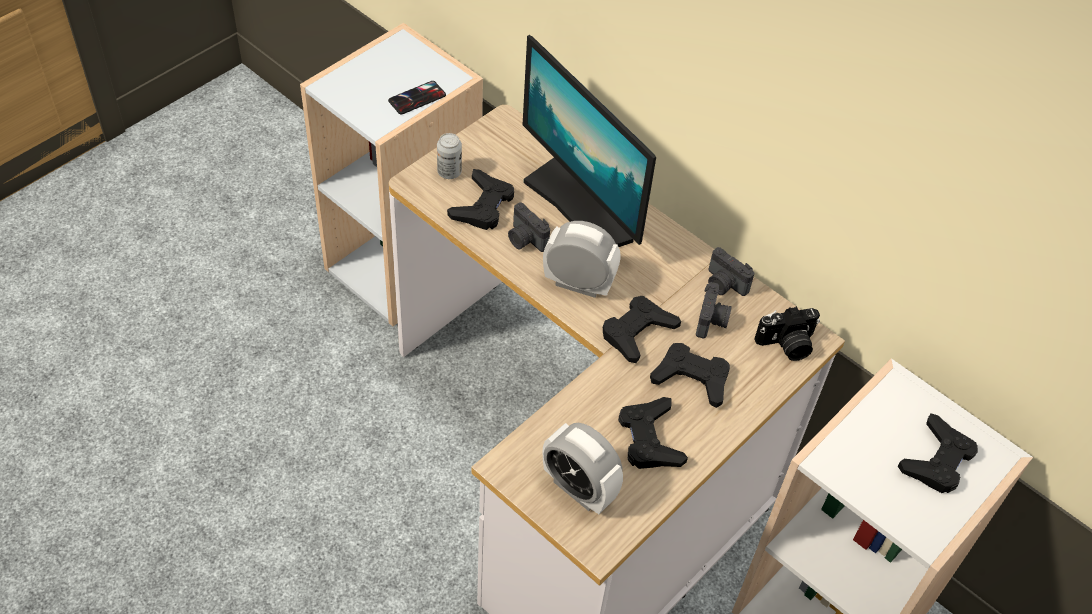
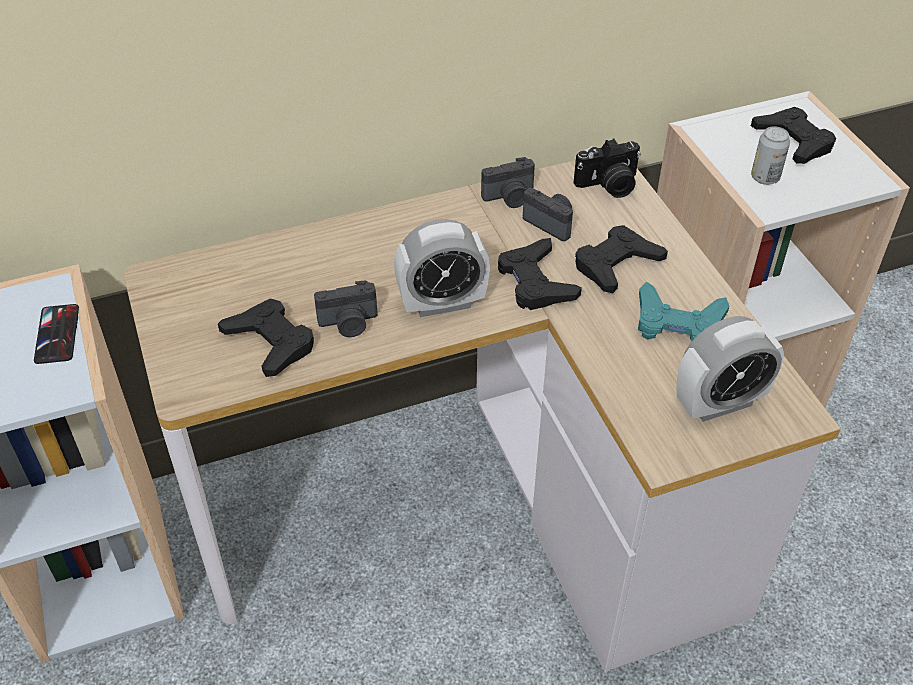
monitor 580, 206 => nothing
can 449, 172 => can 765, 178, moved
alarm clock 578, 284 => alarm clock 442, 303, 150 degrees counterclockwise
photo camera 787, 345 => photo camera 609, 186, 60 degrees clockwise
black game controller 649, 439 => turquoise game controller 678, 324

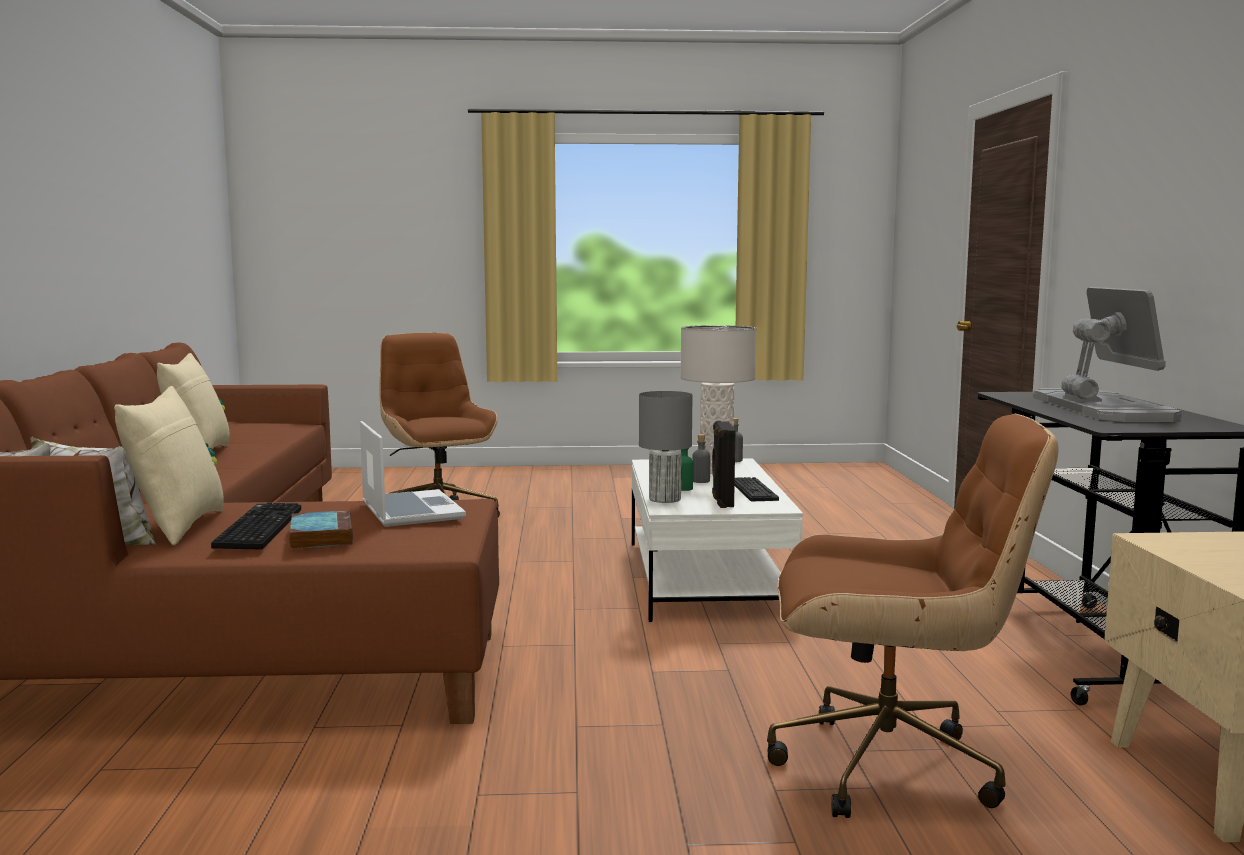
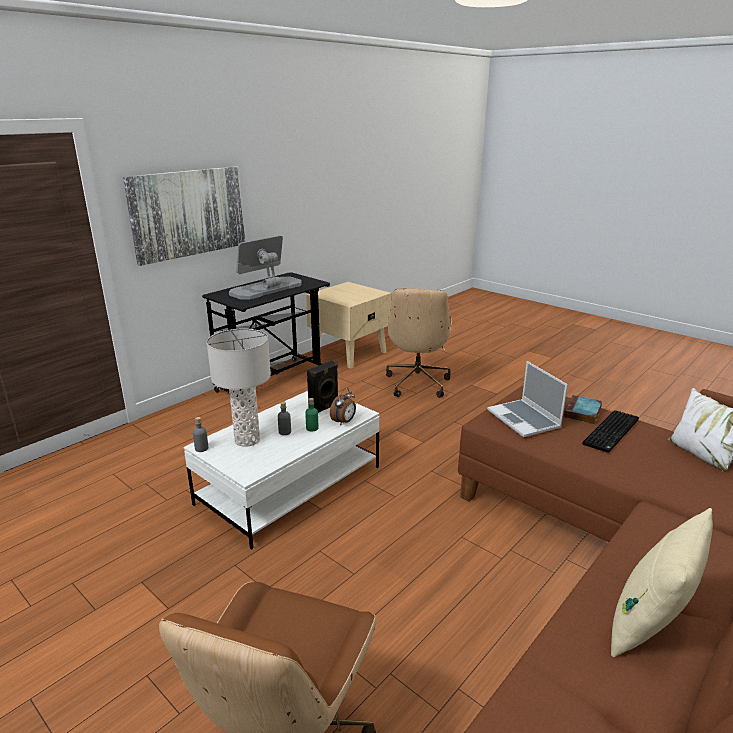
beige pillow 178, 528 => nothing
grey table lamp 665, 499 => alarm clock 344, 422
brown office chair 893, 769 => brown office chair 417, 385, 135 degrees counterclockwise
laptop 409, 511 => laptop 524, 419, 45 degrees counterclockwise
keyboard 753, 491 => nothing
nothing => picture 188, 213

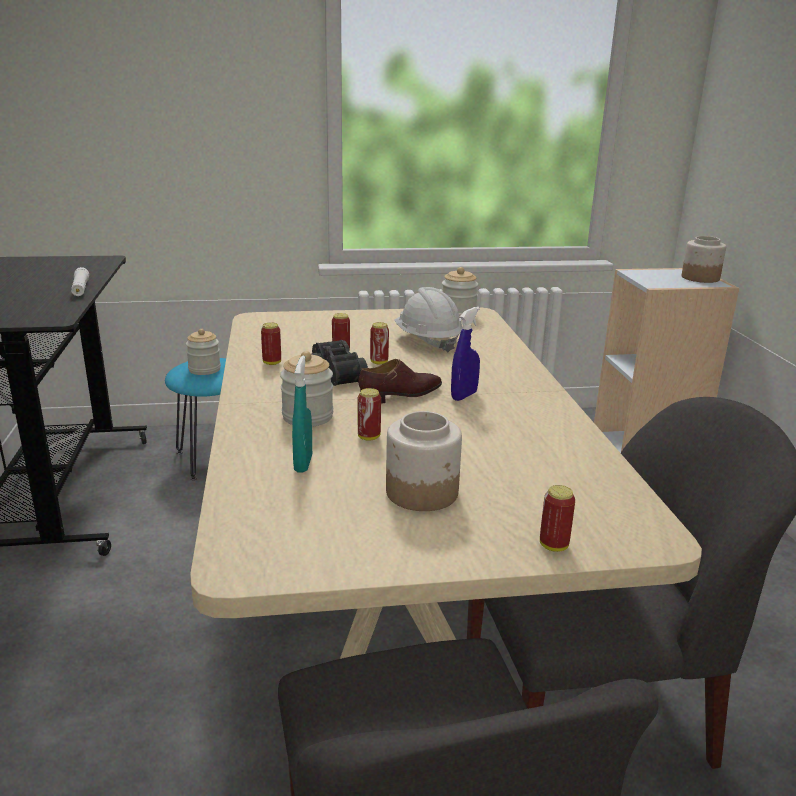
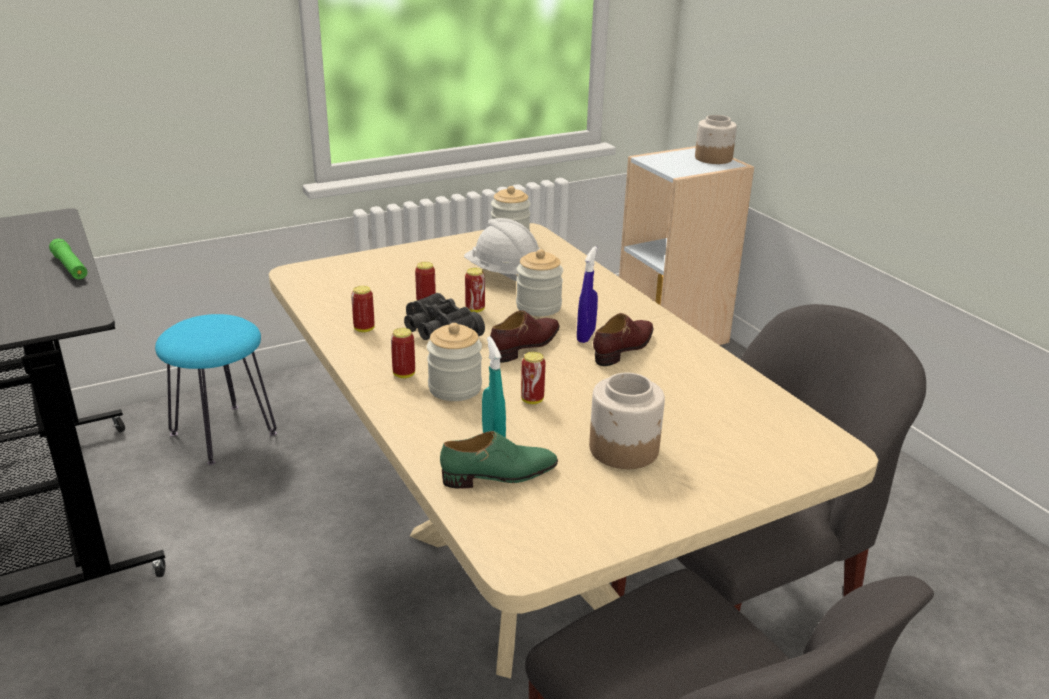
white flashlight 80, 289 => green flashlight 70, 267
jar 204, 369 => jar 538, 307, moved
can 553, 546 => can 404, 374, moved
nothing => brown shoe 624, 348
nothing => green shoe 500, 475

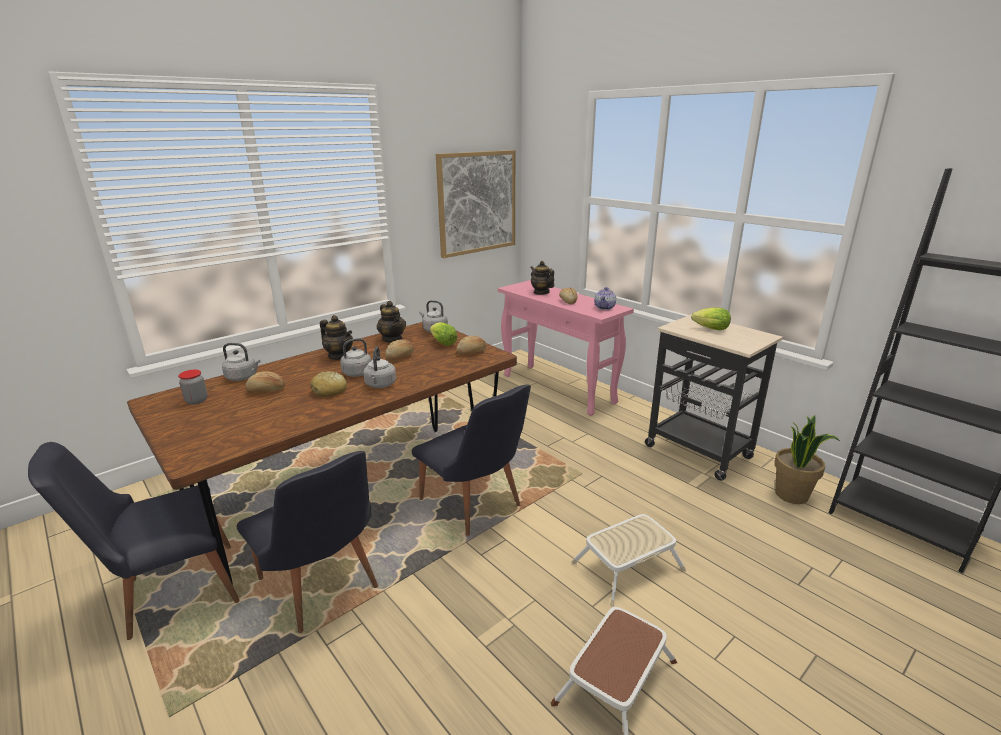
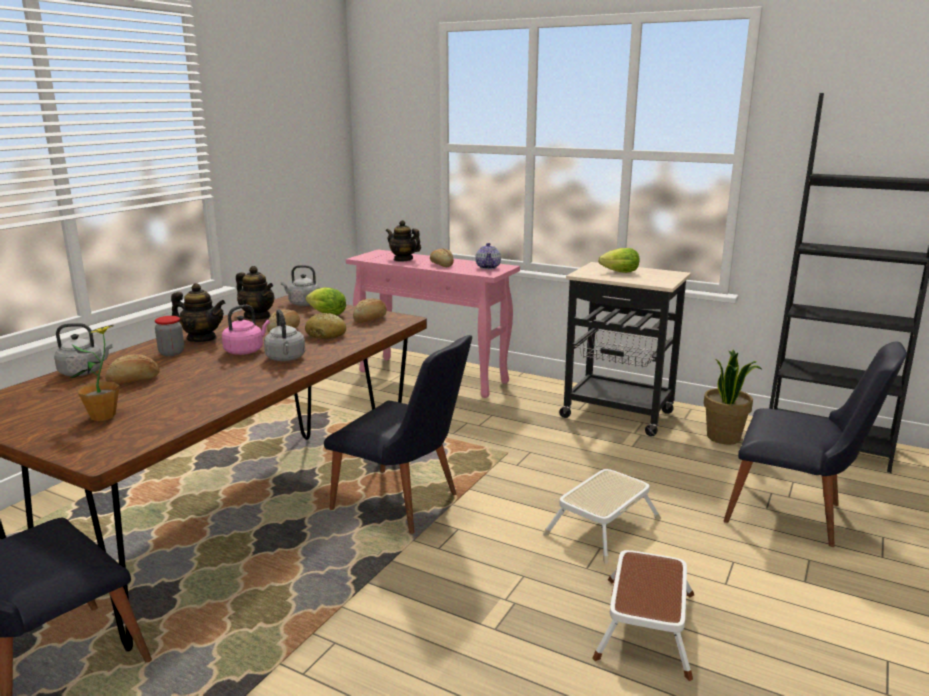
picture 477, 202 => nothing
grey kettle 359, 373 => pink kettle 246, 351
jar 196, 401 => jar 171, 353, moved
bread 330, 391 => bread 326, 335, moved
black chair 323, 590 => black chair 796, 516, moved
nothing => potted plant 103, 416

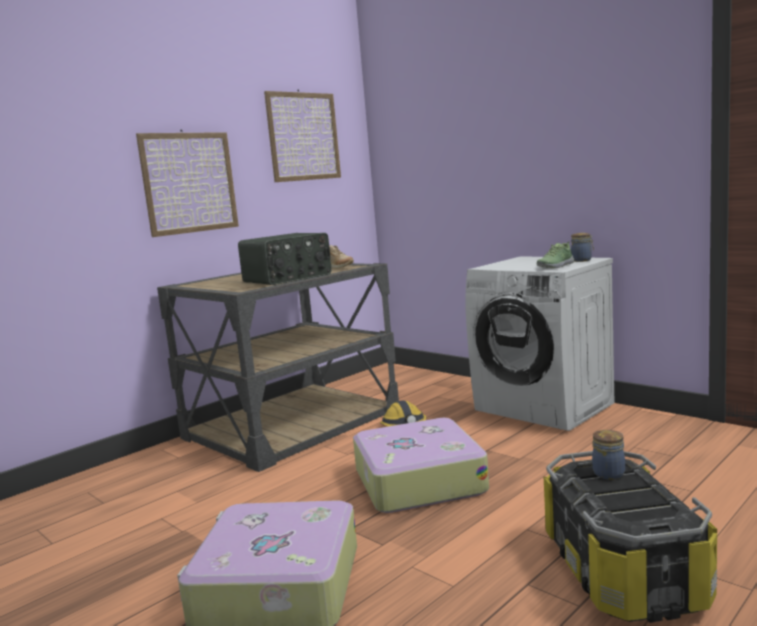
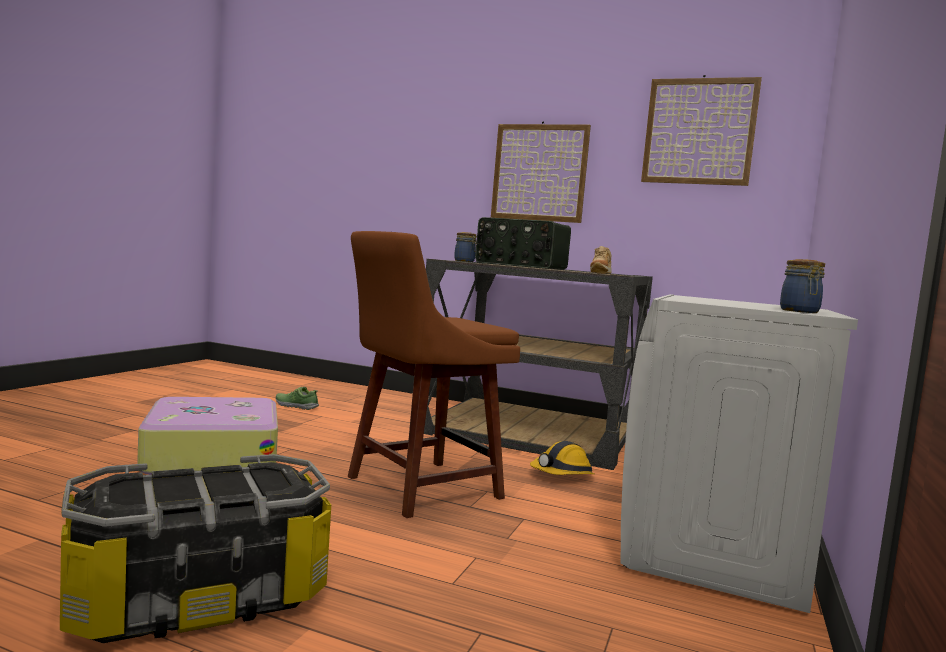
shoe 555, 266 => shoe 296, 406, moved
suitcase 417, 481 => brown stool 417, 488
jar 610, 473 => jar 465, 261, moved

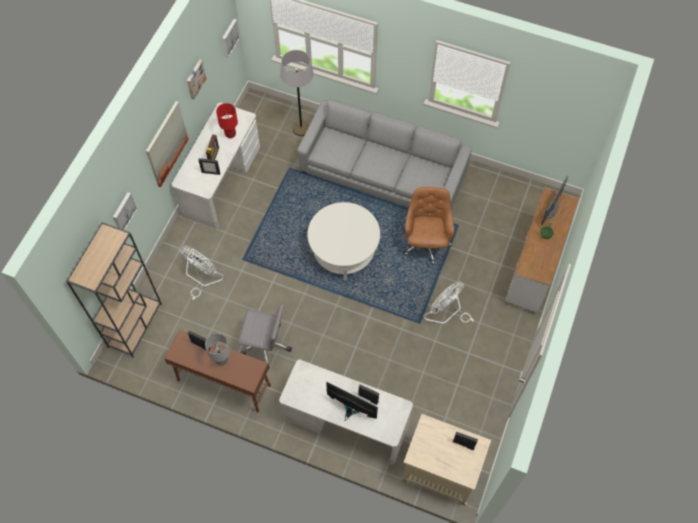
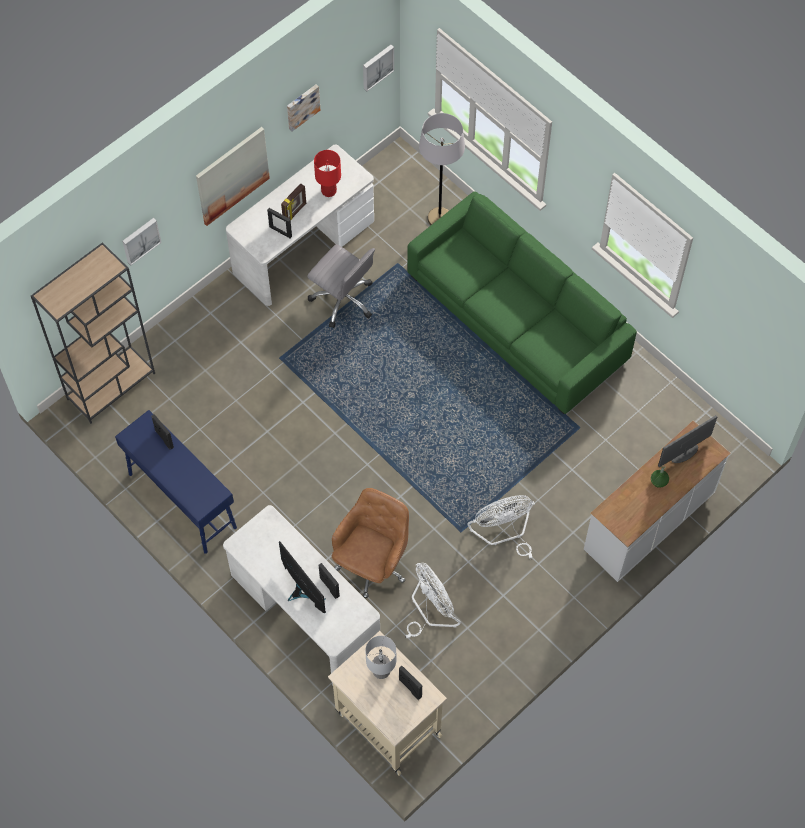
grey sofa 383, 172 => green sofa 517, 318
brown office chair 426, 243 => brown office chair 372, 565, moved
white coffee table 344, 250 => nothing
white fan 200, 276 => white fan 429, 609, moved
grey office chair 265, 345 => grey office chair 343, 300, moved
brown console table 224, 382 => blue console table 183, 500
grey table lamp 221, 360 => grey table lamp 381, 671, moved

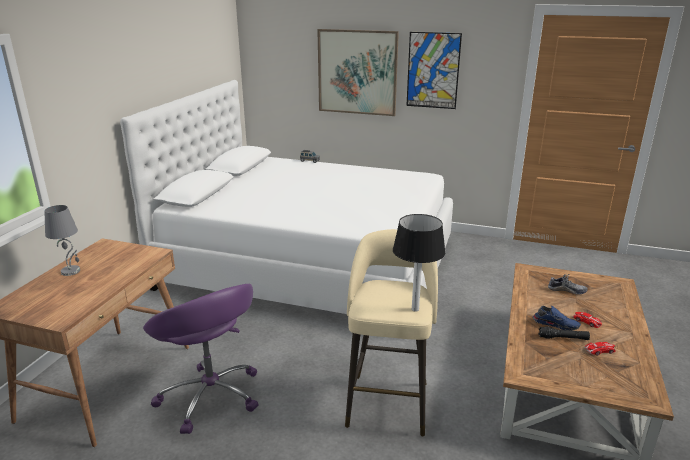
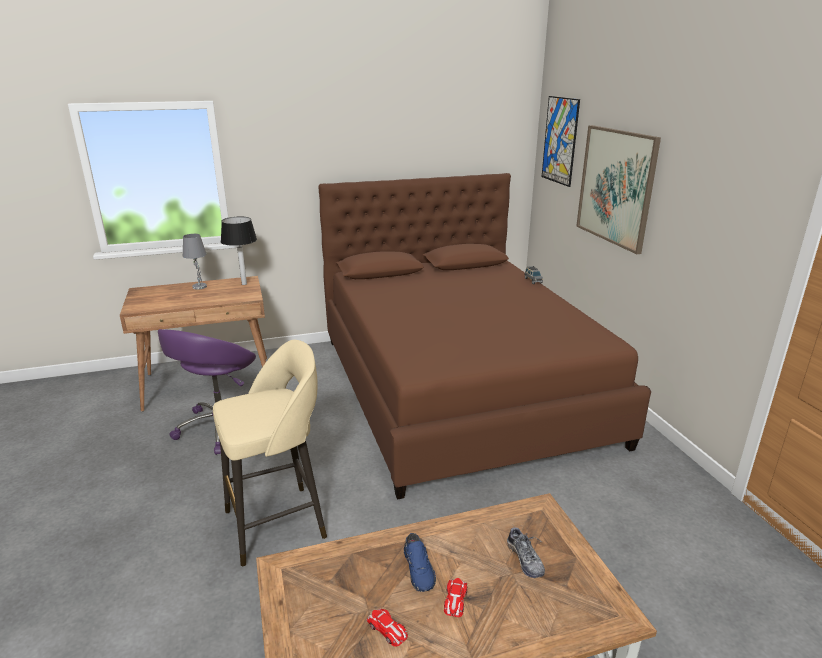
picture 433, 70 => picture 560, 140, moved
white bed 310, 264 => brown bed 459, 387
table lamp 415, 309 => table lamp 244, 284, moved
black flashlight 563, 338 => nothing

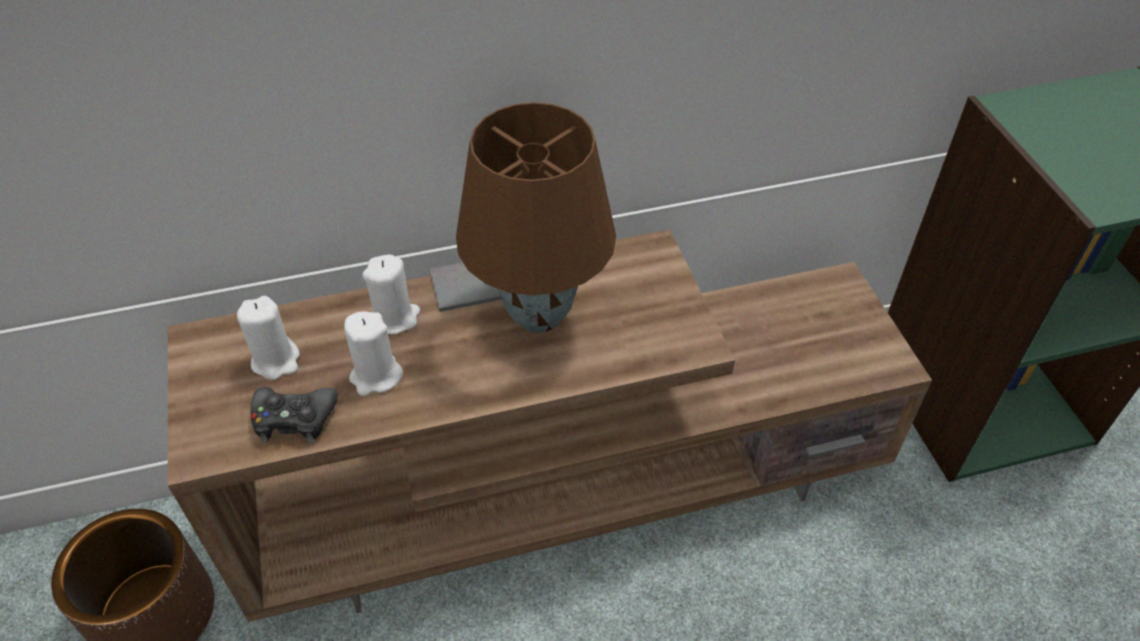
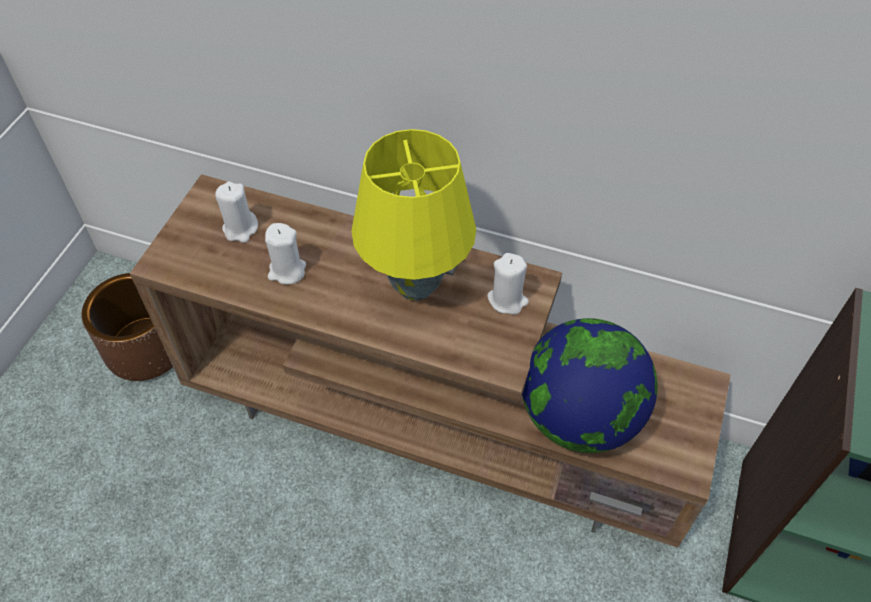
brown table lamp 537, 316 => yellow table lamp 414, 286
white candle 395, 318 => white candle 507, 300, moved
black game controller 294, 419 => nothing
nothing => globe 579, 417

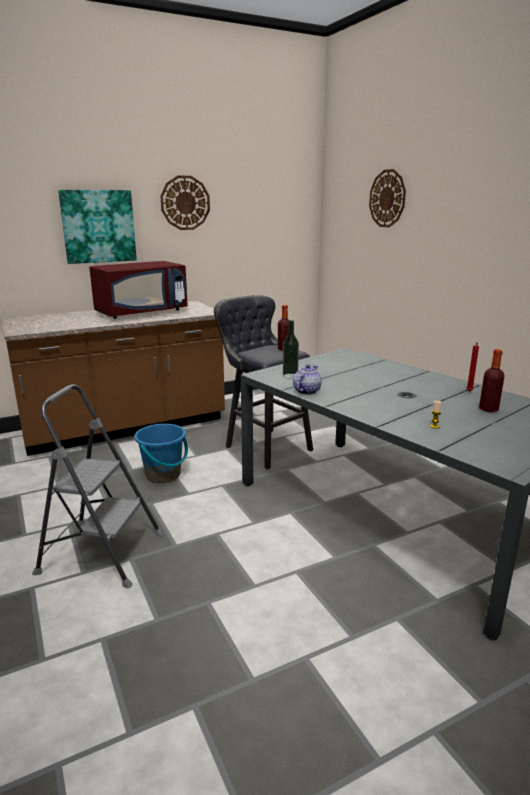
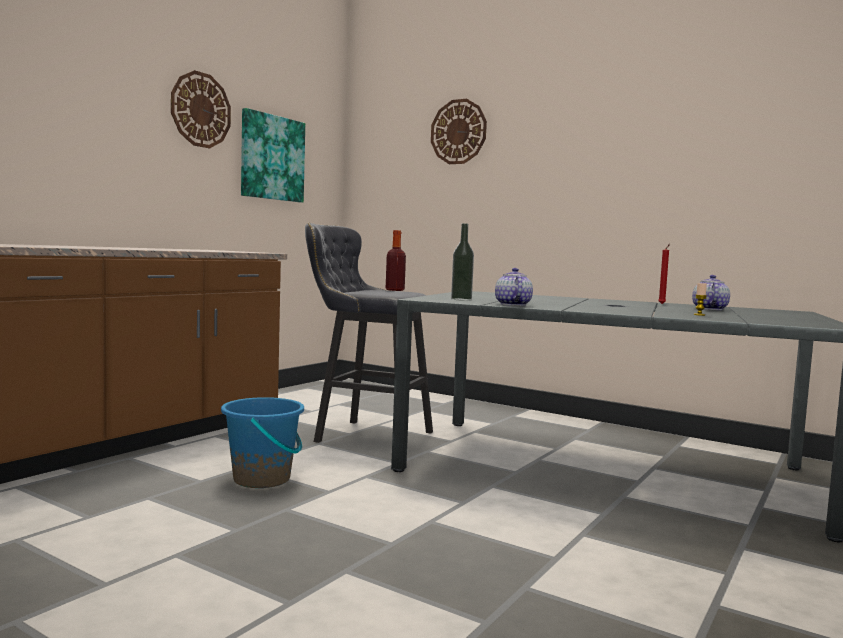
picture 98, 226 => picture 272, 158, moved
red microwave 142, 312 => nothing
bottle 488, 409 => teapot 708, 309
grey step ladder 98, 551 => nothing

